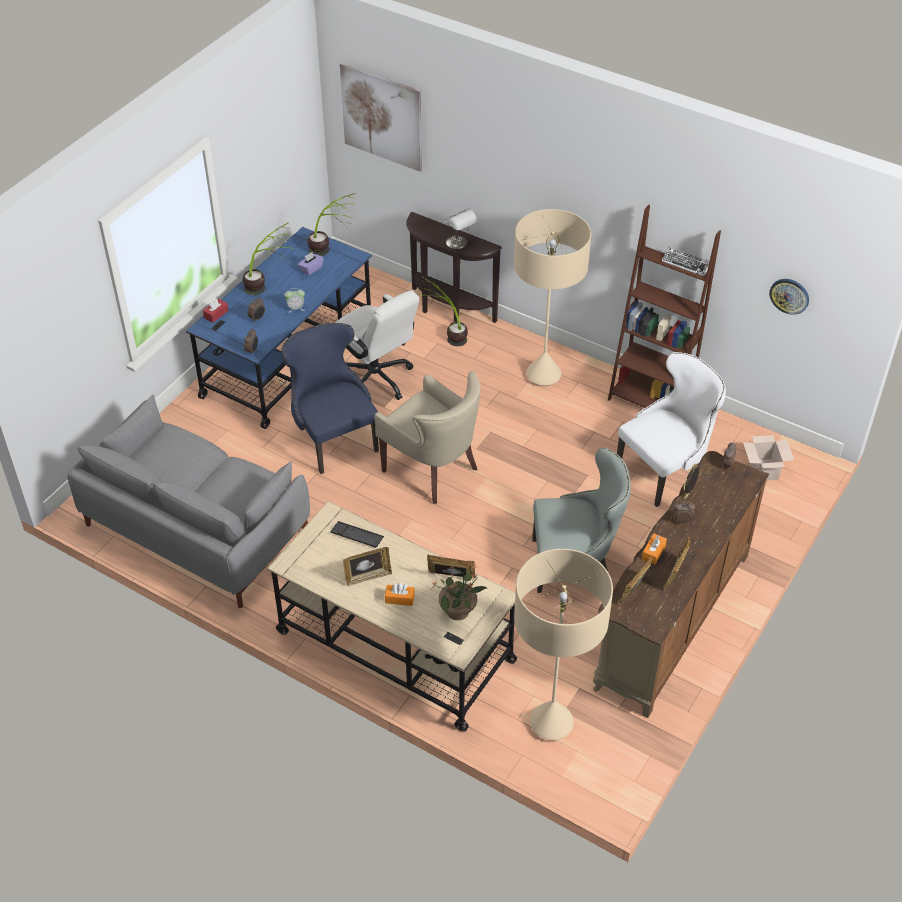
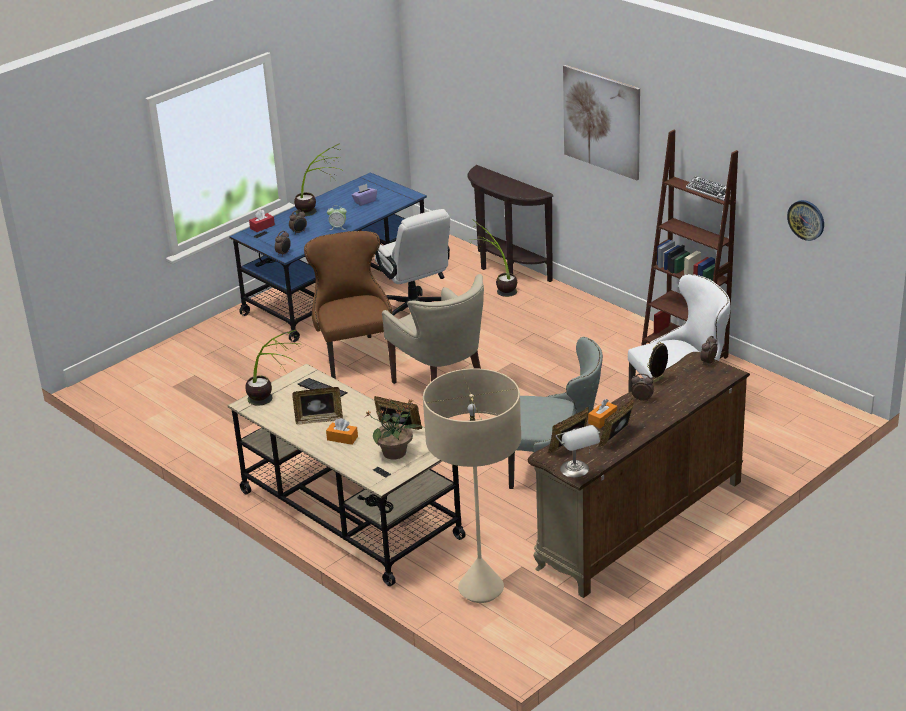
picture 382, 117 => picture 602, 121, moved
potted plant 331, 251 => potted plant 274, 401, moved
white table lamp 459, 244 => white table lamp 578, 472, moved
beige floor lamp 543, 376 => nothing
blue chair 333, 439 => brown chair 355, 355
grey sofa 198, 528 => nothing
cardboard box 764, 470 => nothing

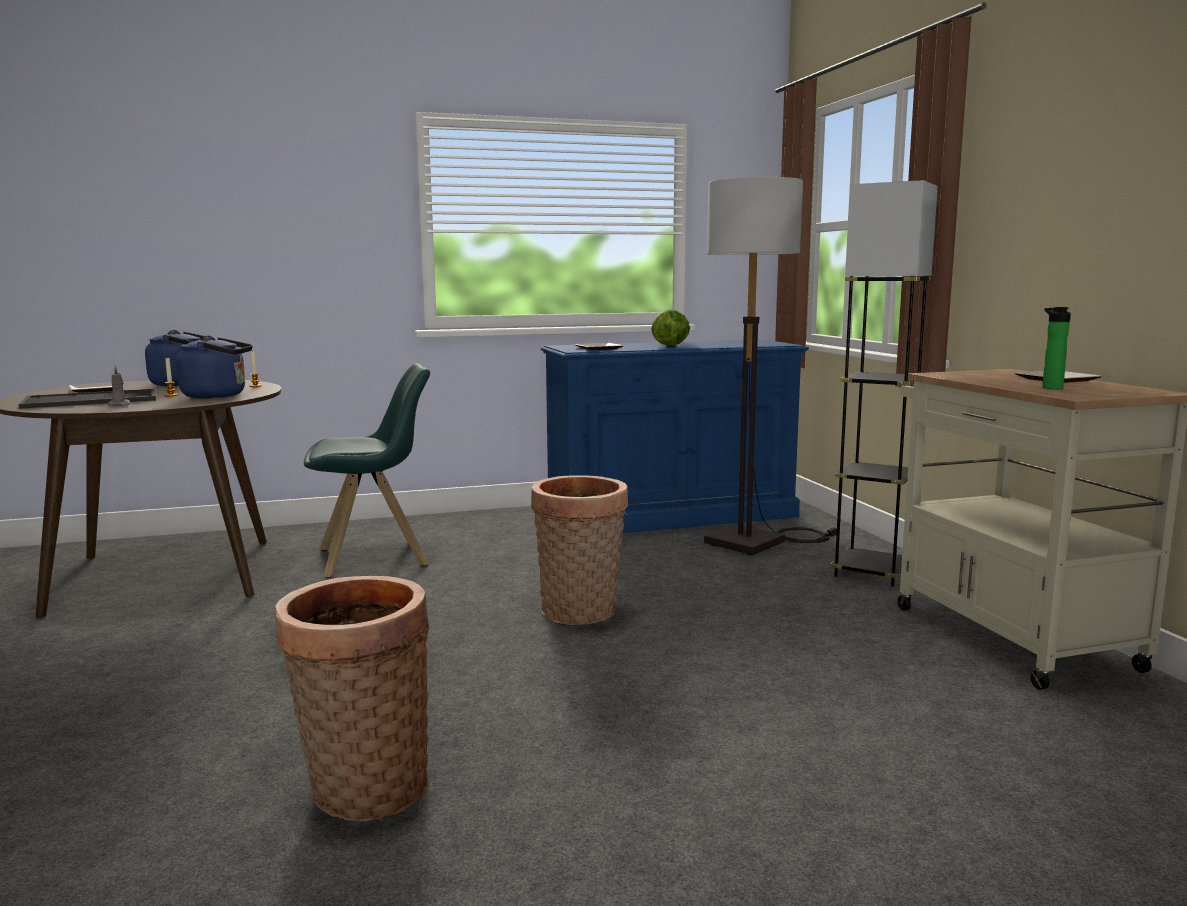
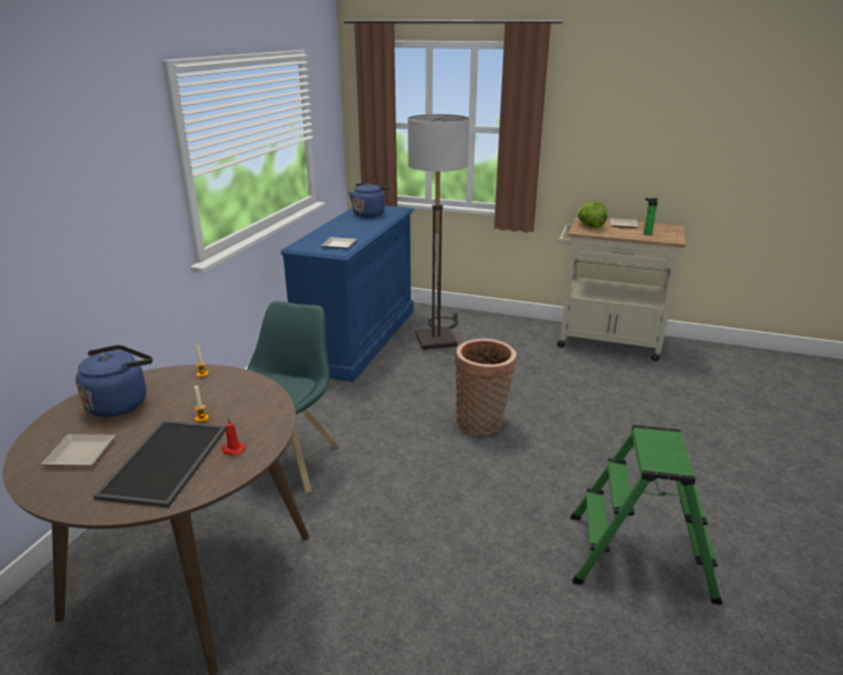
grey floor lamp 871, 573 => nothing
lettuce 671, 345 => lettuce 590, 226, moved
blue kettle 219, 396 => blue kettle 370, 214, moved
grey candle 119, 405 => red candle 232, 450
basket 363, 788 => green step ladder 640, 556

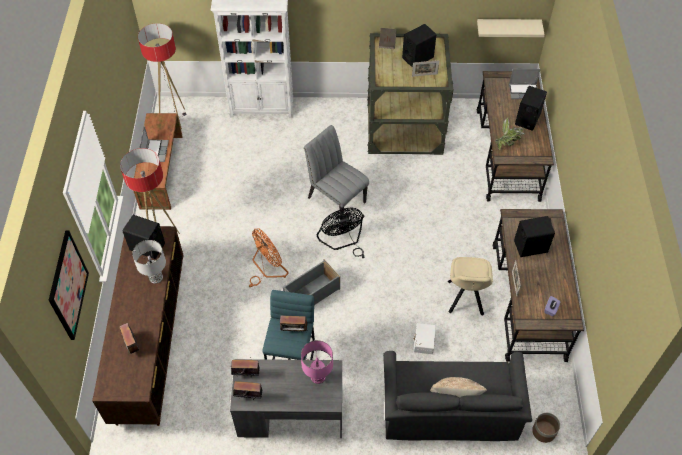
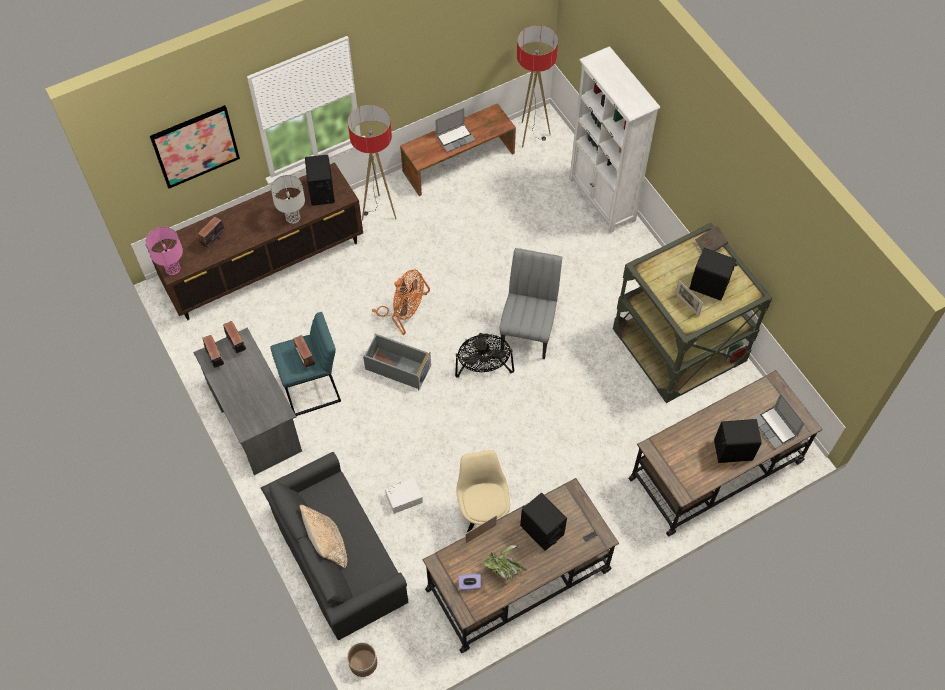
beige shelf 508, 26 => nothing
potted plant 508, 142 => potted plant 502, 569, moved
black fan 345, 241 => black fan 481, 365, 135 degrees clockwise
beige chair 466, 298 => beige chair 482, 515, 105 degrees clockwise
pink table lamp 318, 376 => pink table lamp 173, 269, moved

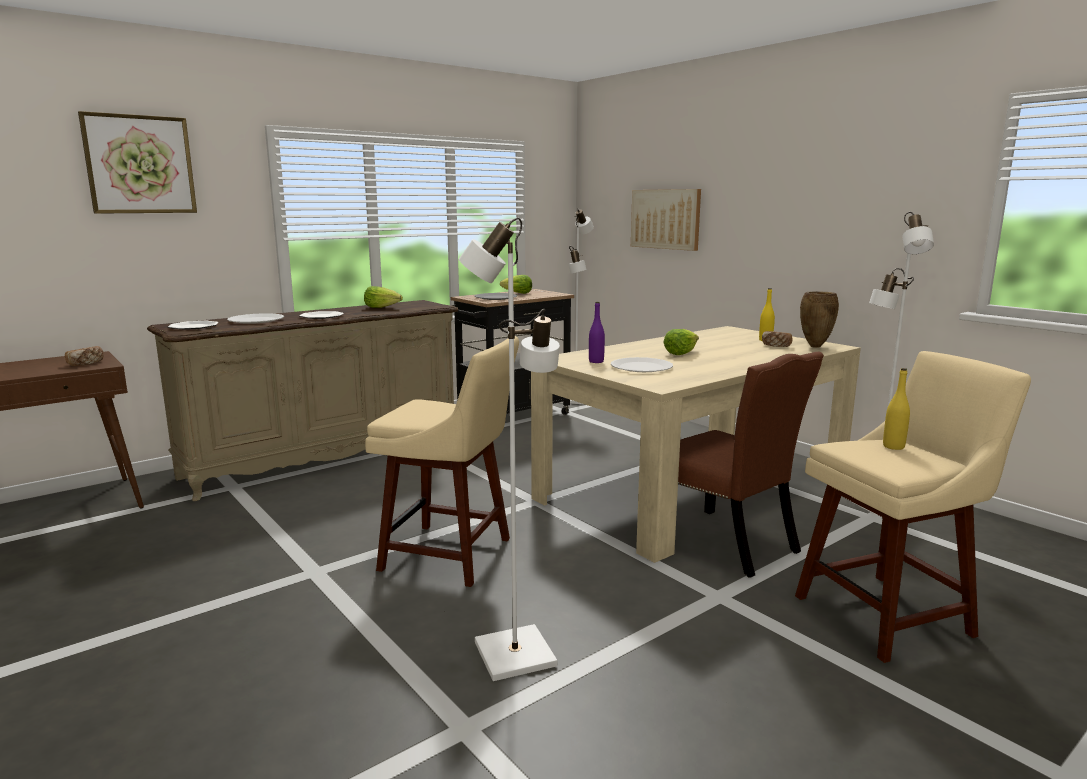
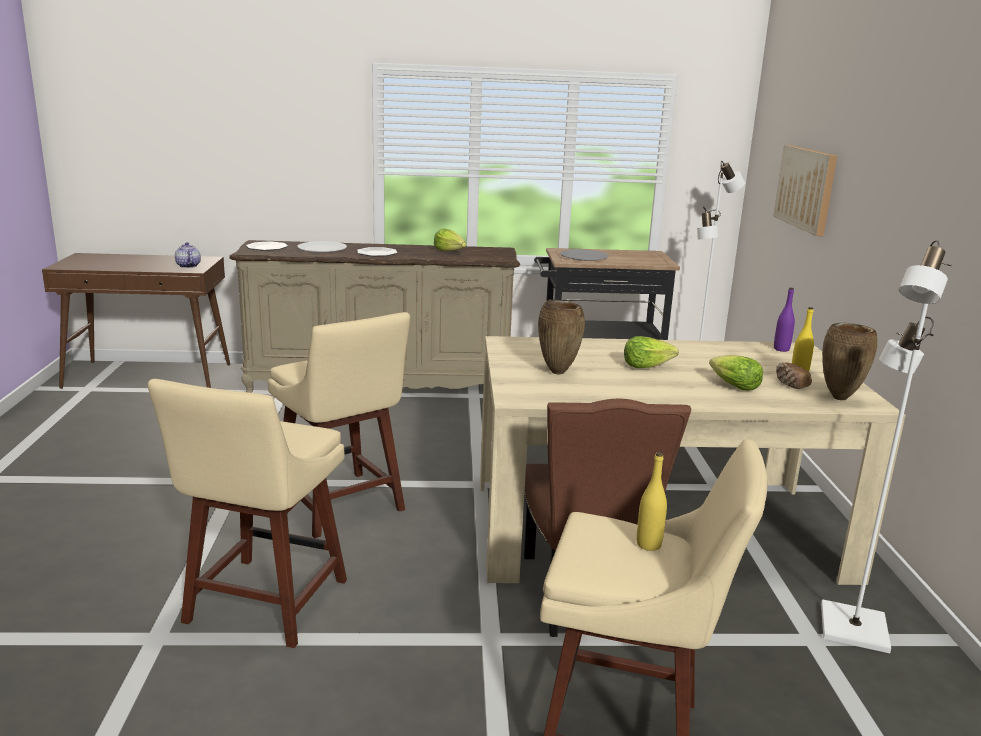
picture 140, 164 => nothing
white floor lamp 515, 654 => beige stool 262, 604
lettuce 517, 293 => lettuce 733, 386, moved
purple bottle 596, 361 => purple bottle 781, 349, moved
bread 86, 363 => teapot 187, 266
white plate 641, 367 => brown vase 558, 372

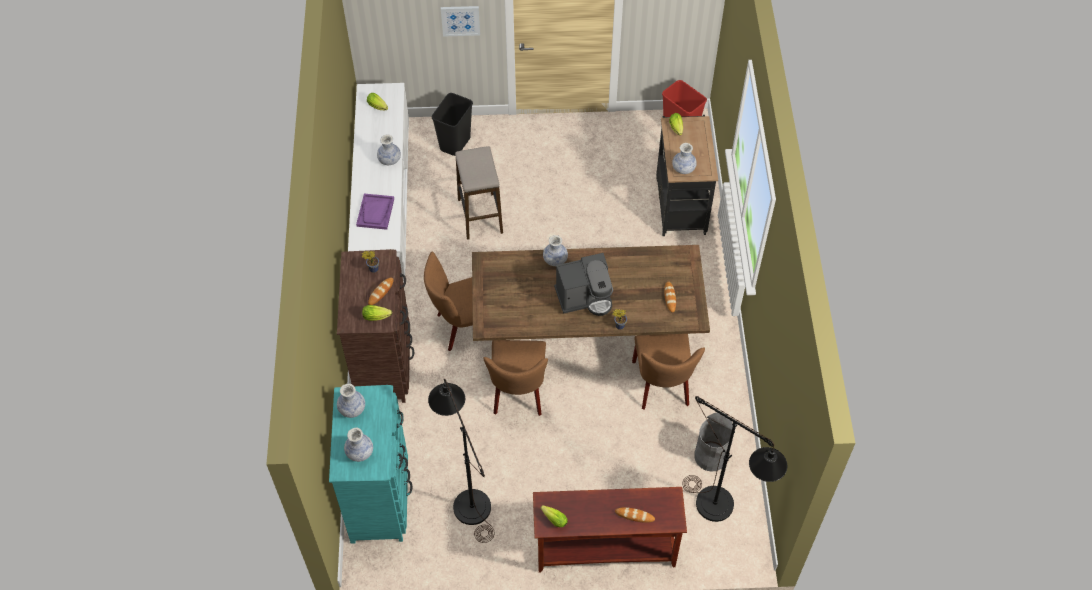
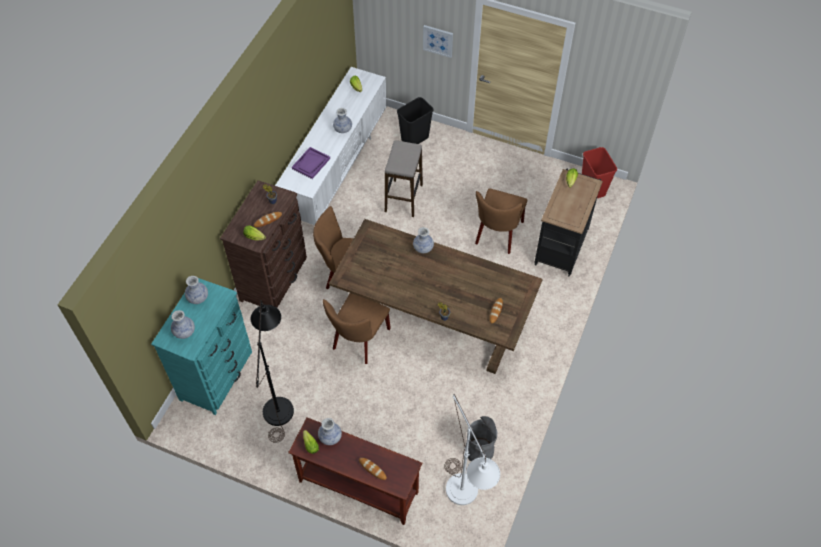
vase 683, 168 => vase 330, 437, moved
coffee machine 585, 297 => nothing
brown chair 662, 387 => brown chair 497, 235, moved
black floor lamp 723, 511 => white floor lamp 465, 498

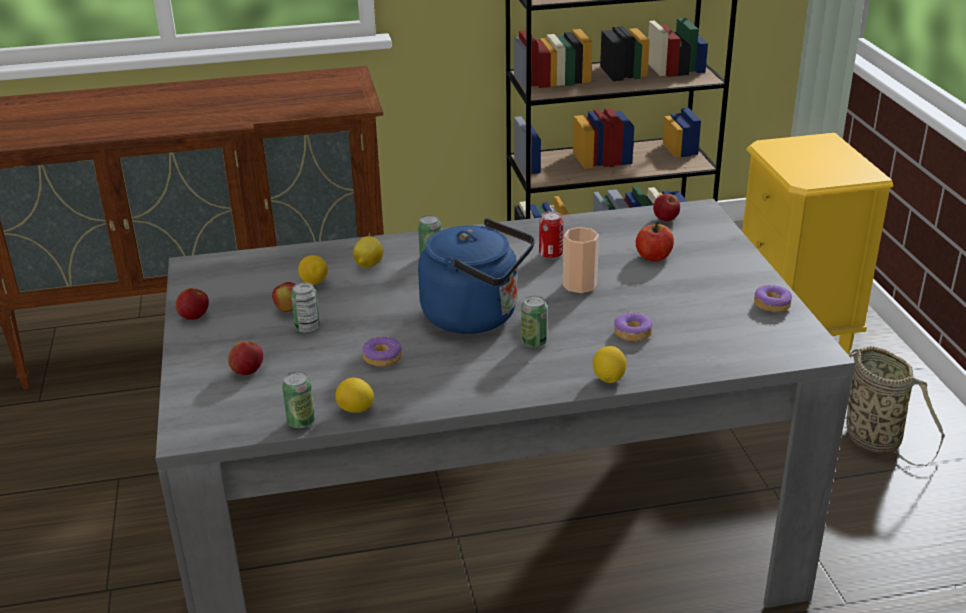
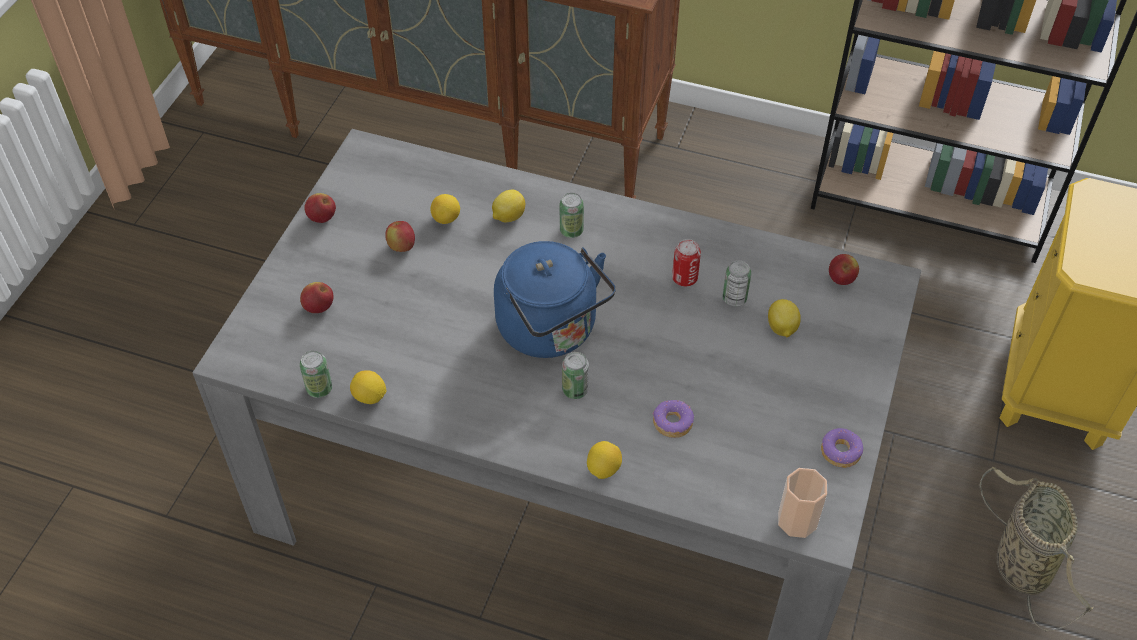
apple 653, 256 => lemon 781, 328
cup 579, 285 => cup 797, 520, moved
can 307, 328 => can 734, 298, moved
donut 382, 357 => nothing

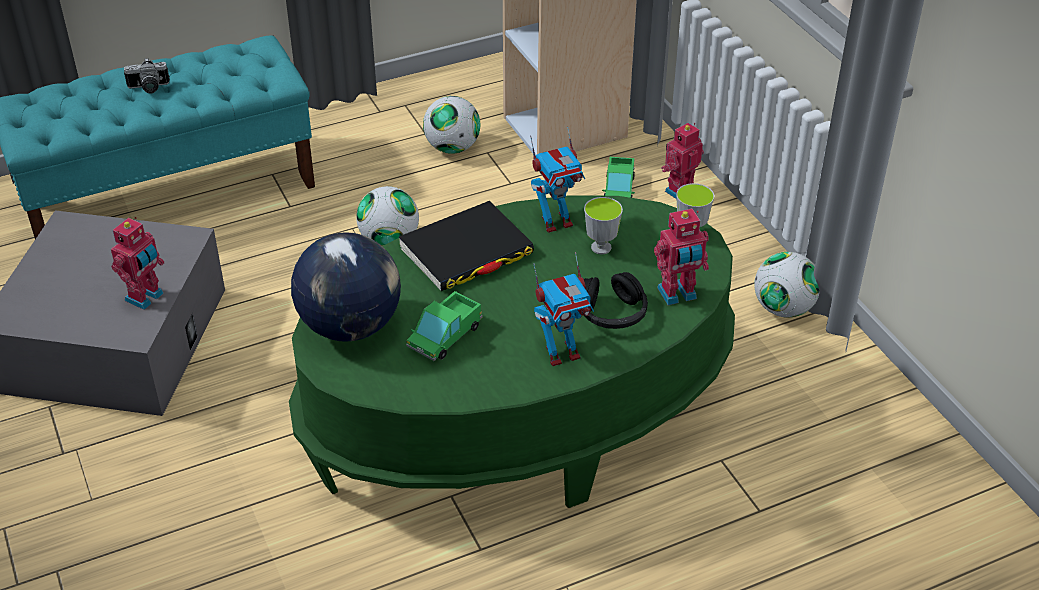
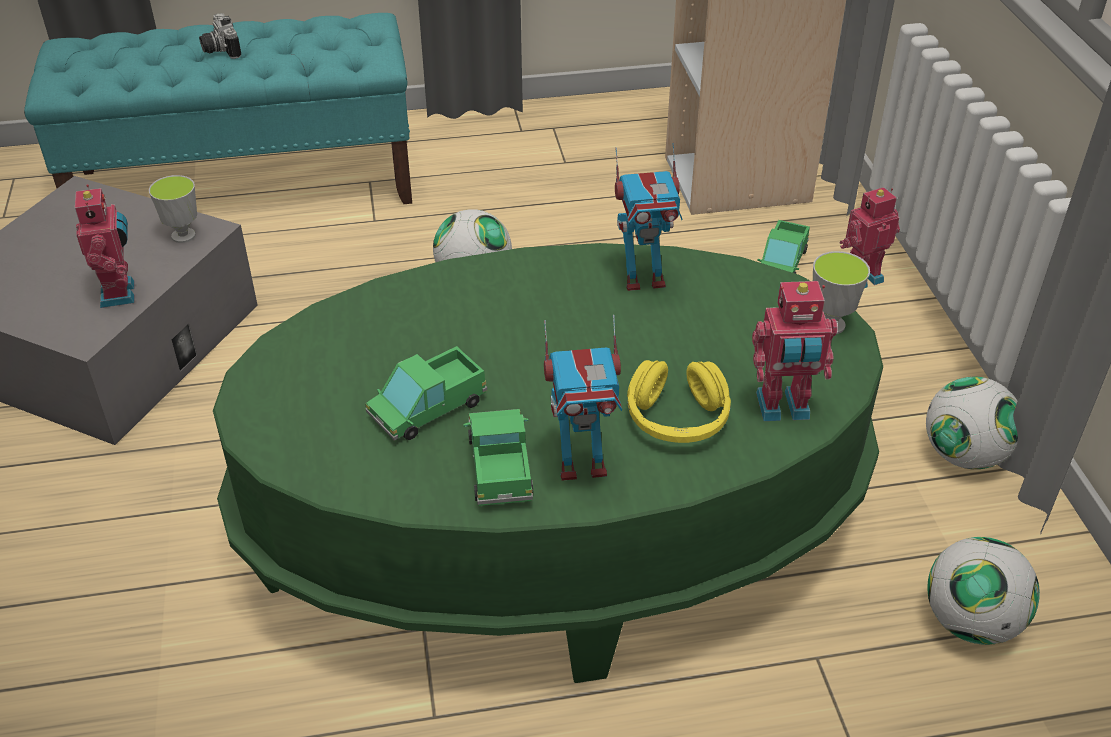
photo camera 148, 88 => photo camera 219, 50, 60 degrees clockwise
football 452, 148 => football 970, 622, moved
cup 601, 247 => cup 183, 236, moved
black book 466, 251 => nothing
toy robot 146, 298 => toy robot 121, 293, 60 degrees counterclockwise
globe 351, 326 => nothing
black headphones 612, 313 => yellow headphones 677, 418
nothing => toy truck 500, 466

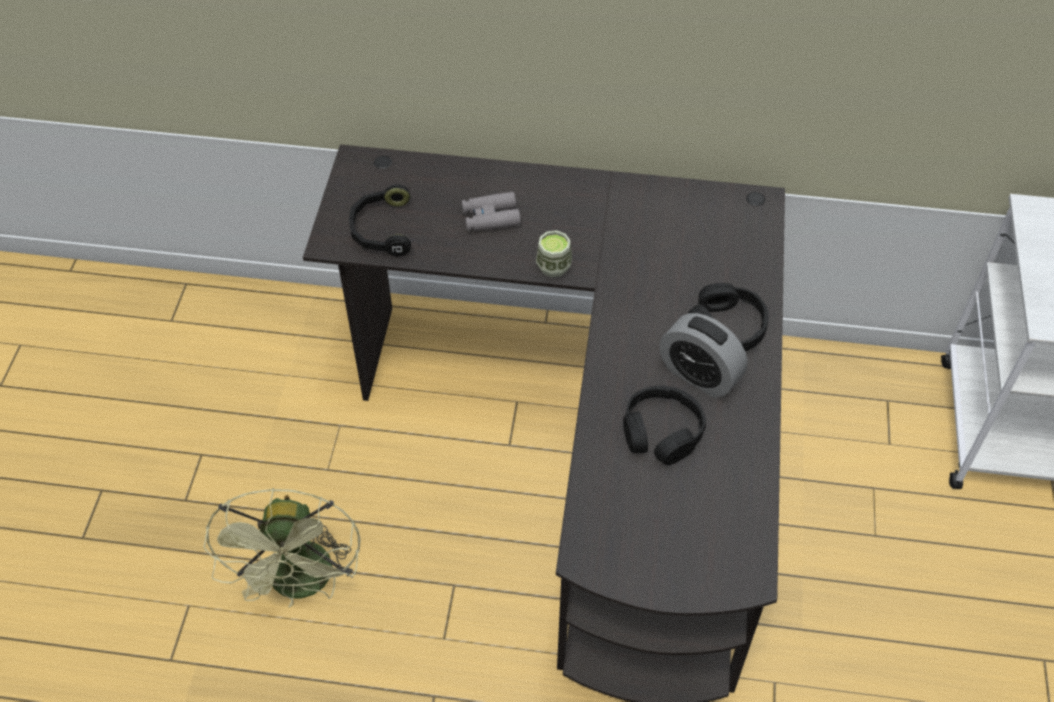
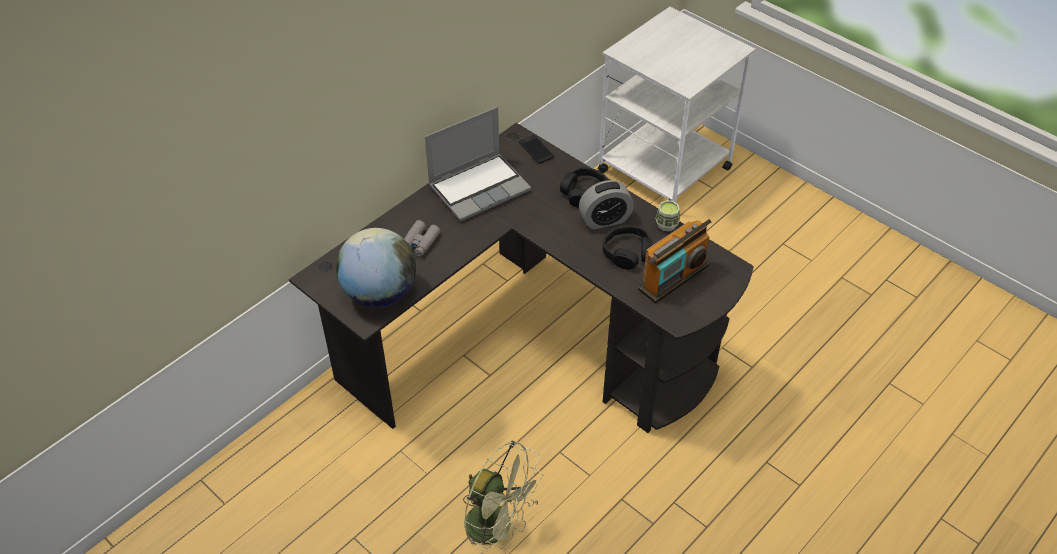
black headphones 381, 229 => globe 379, 293
cup 553, 267 => cup 666, 225, moved
nothing => laptop 480, 187
nothing => phone 536, 149
nothing => radio 673, 278

